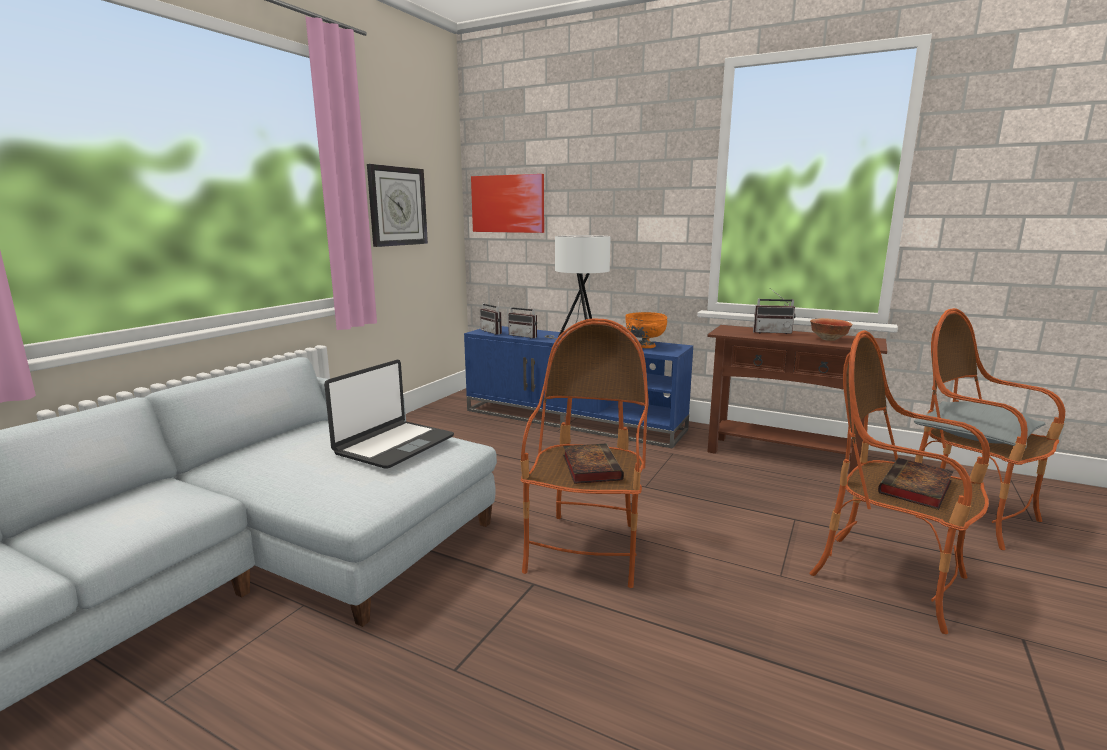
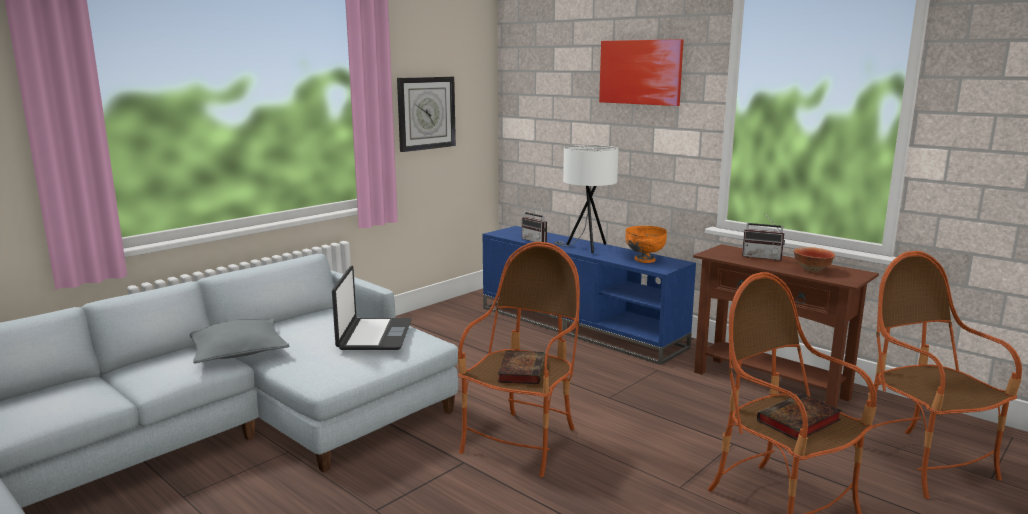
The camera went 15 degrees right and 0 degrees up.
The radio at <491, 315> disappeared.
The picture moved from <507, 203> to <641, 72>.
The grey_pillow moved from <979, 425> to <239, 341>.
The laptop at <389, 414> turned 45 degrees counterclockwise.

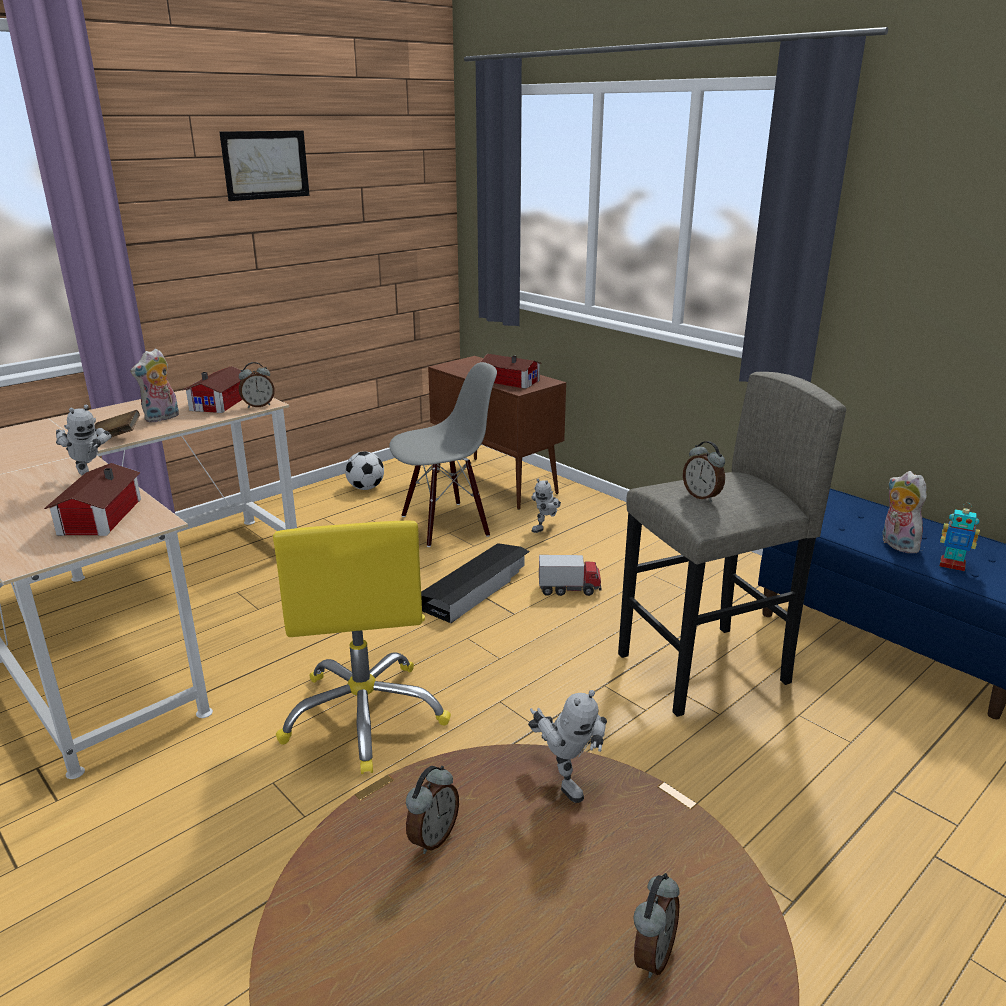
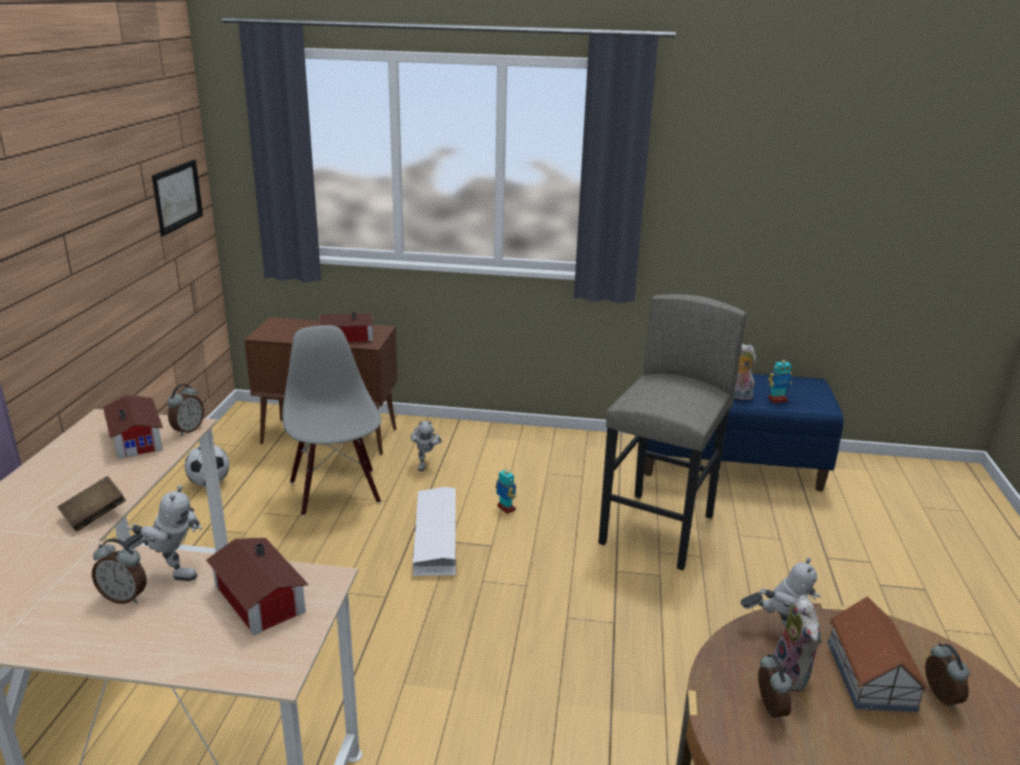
The camera went 40 degrees left and 0 degrees up.
The yellow_office_chair at <362, 647> disappeared.
The toy_house at <878, 654> appeared.
The plush_toy moved from <154, 385> to <797, 643>.
The picture moved from <264, 165> to <177, 197>.
The alarm_clock moved from <704, 471> to <119, 571>.
The toy_truck at <570, 575> was replaced by the toy_robot at <505, 490>.
The black_storage_box at <475, 583> became the white_storage_box at <434, 531>.
The grey_chair at <443, 454> turned 45 degrees counterclockwise.

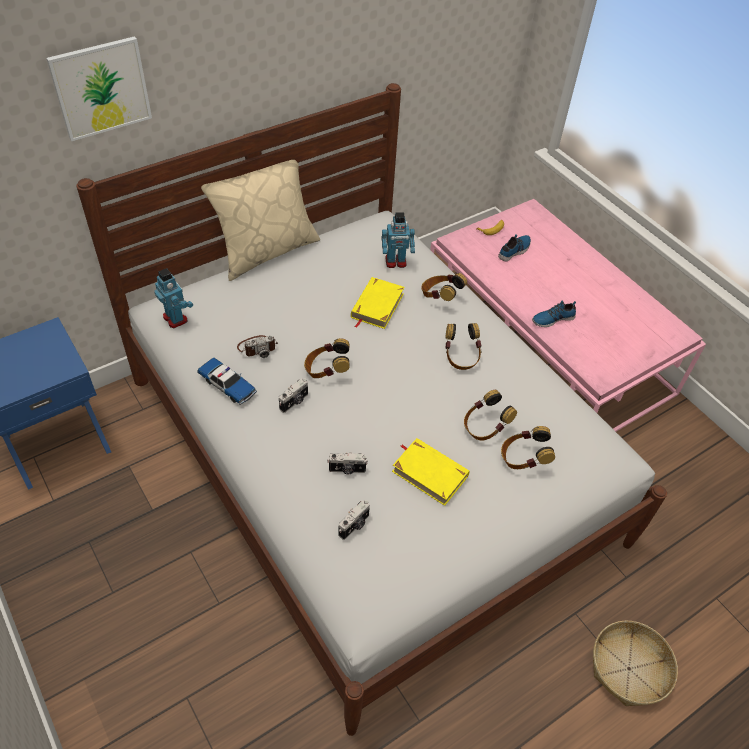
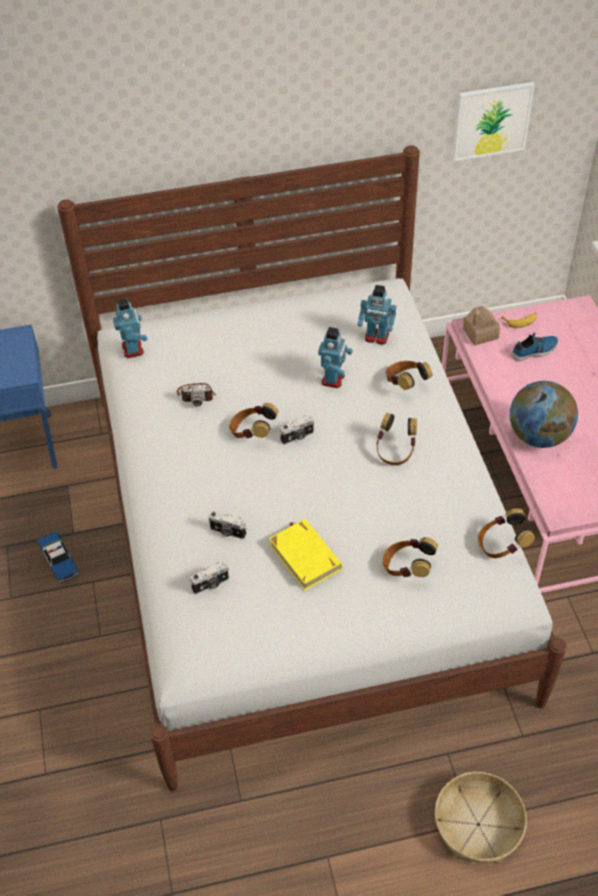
The camera went 25 degrees right and 0 degrees up.
The beige_pillow at <260, 220> disappeared.
The toy_house at <481, 326> appeared.
The picture moved from <99, 89> to <494, 121>.
The toy_car moved from <227, 381> to <58, 557>.
The photo_camera moved from <293, 395> to <297, 430>.
The headphones moved from <490, 415> to <506, 533>.
The yellow_book at <377, 303> was replaced by the toy_robot at <335, 357>.
The shoe at <554, 314> was replaced by the globe at <544, 414>.

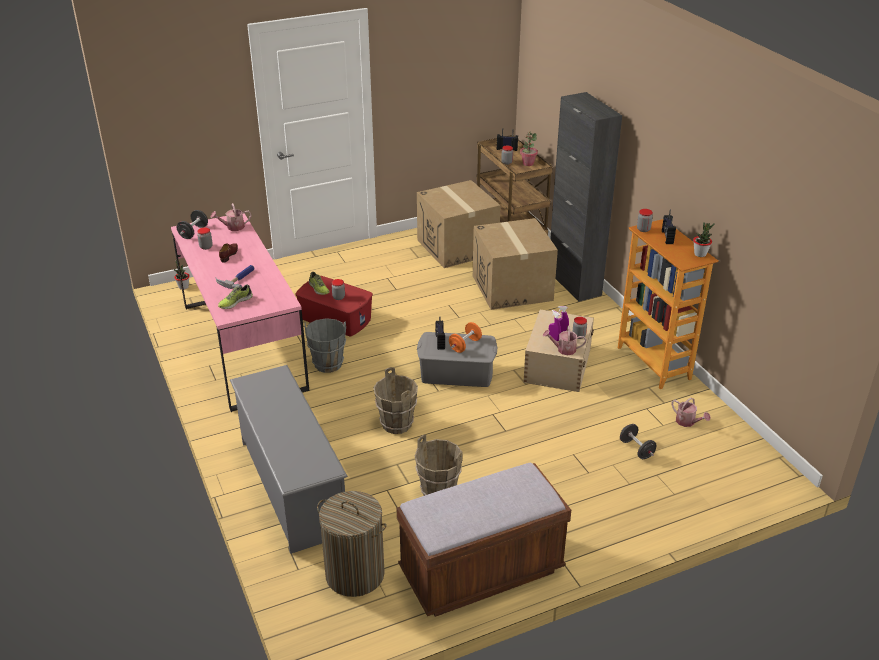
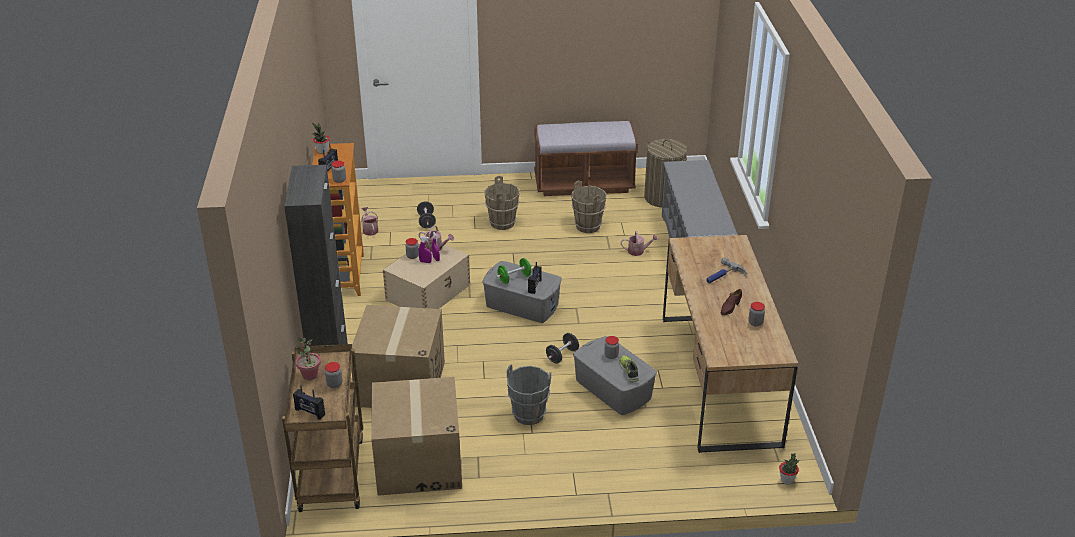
The camera went 160 degrees left and 0 degrees up.
The shoe at <235, 297> disappeared.
The black_dumbbell moved from <192, 224> to <562, 348>.
The watering_can moved from <230, 217> to <639, 243>.
The grey_bucket moved from <325, 345> to <529, 395>.
The brown_bucket moved from <396, 400> to <502, 203>.
The pink_desk at <240, 312> became the brown_desk at <730, 344>.
The red_storage_box at <334, 306> became the grey_storage_box at <615, 375>.
The orange_dumbbell at <465, 337> became the green_dumbbell at <514, 271>.

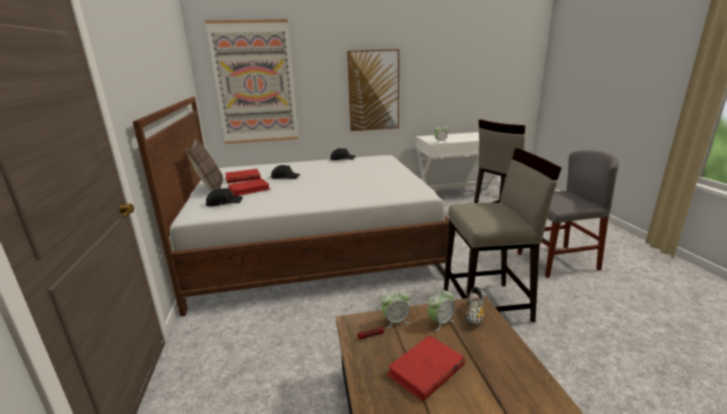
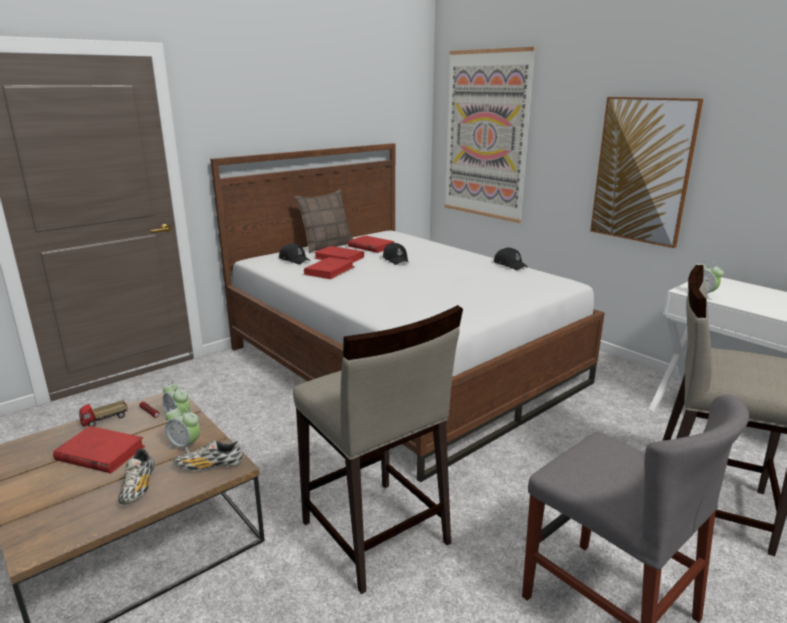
The camera went 60 degrees right and 0 degrees up.
The toy_truck at <103, 413> appeared.
The shoe at <136, 476> appeared.
The red_book at <329, 268> appeared.

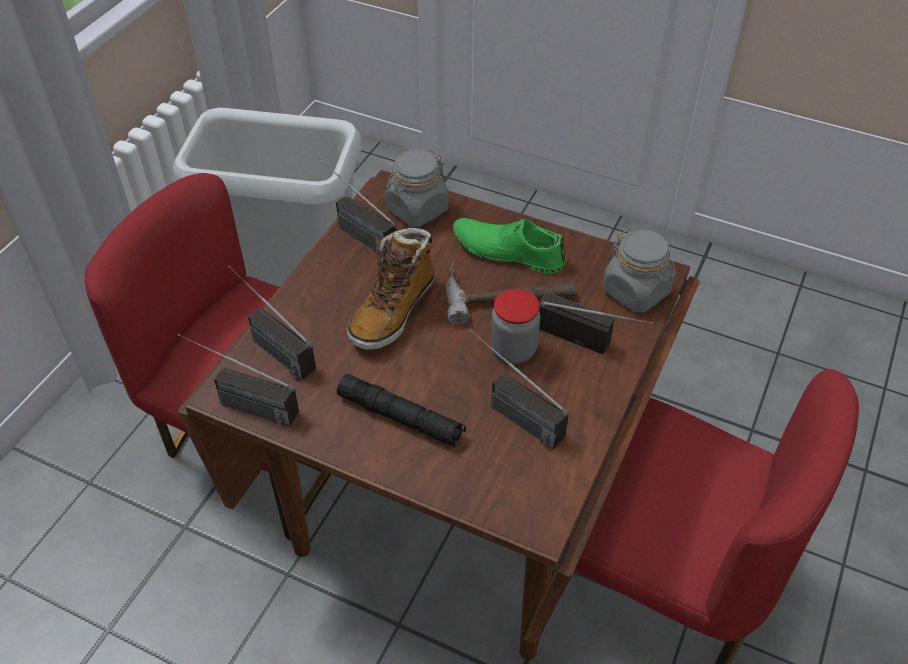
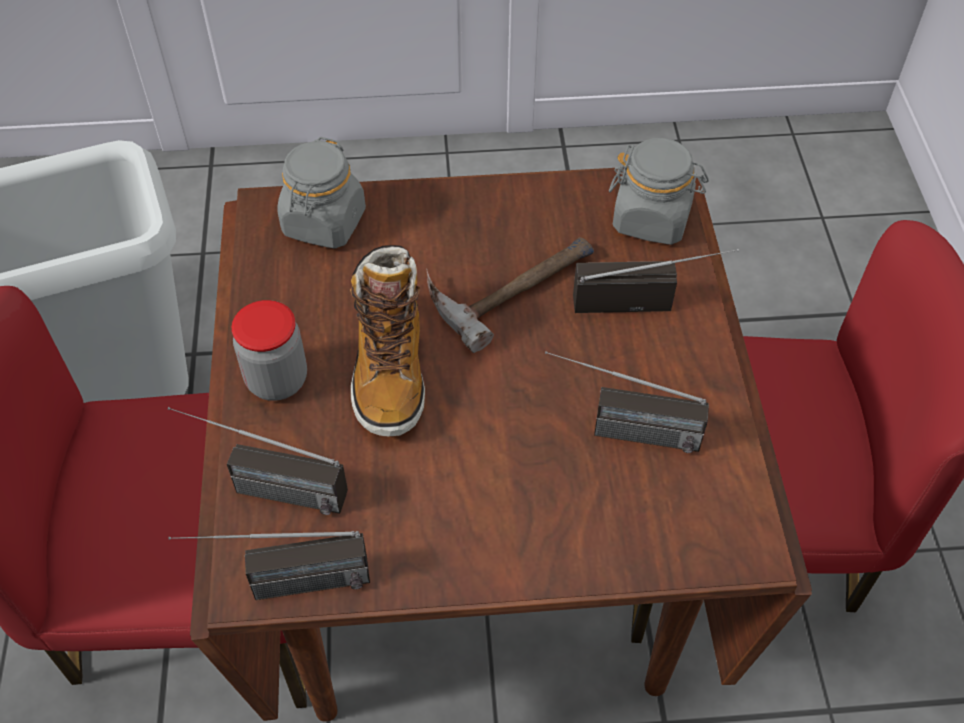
The camera went 30 degrees left and 5 degrees up.
The radio at <357, 206> disappeared.
The black_flashlight at <401, 410> disappeared.
The green_shoe at <509, 246> disappeared.
The jar moved from <515, 326> to <269, 350>.

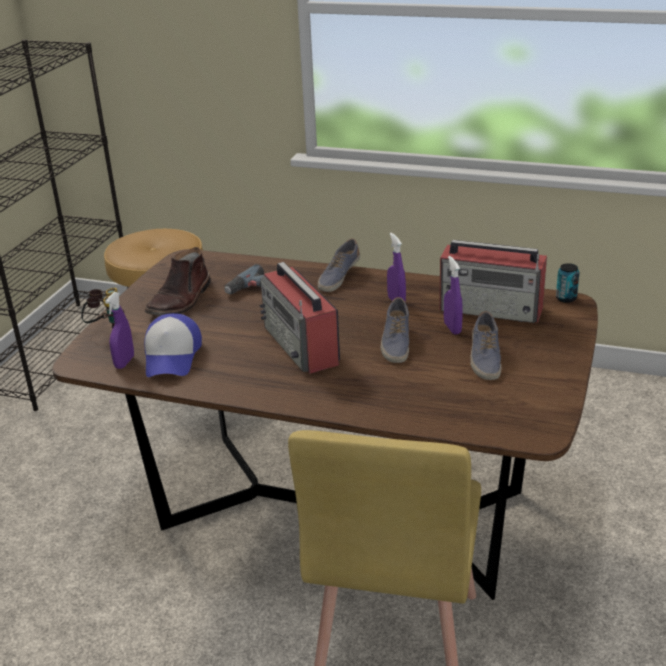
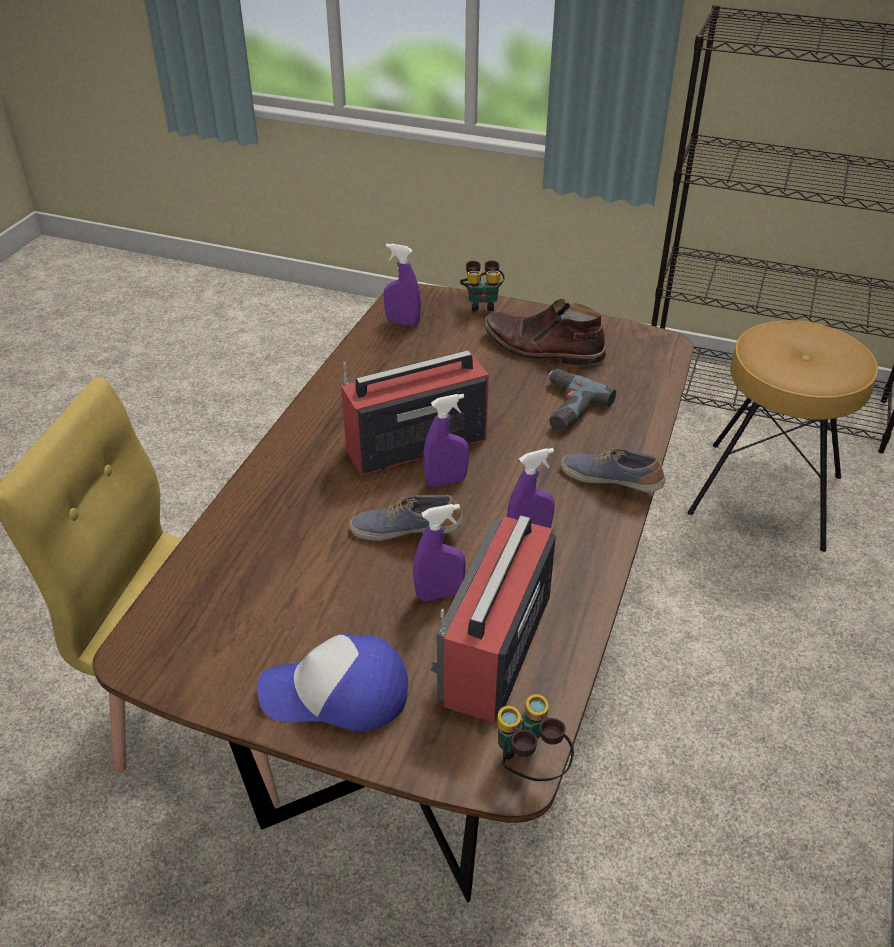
The camera went 90 degrees right and 10 degrees up.
The shoe at <485, 345> disappeared.
The purple_spray_bottle at <446, 440> appeared.
The cap moved from <173, 345> to <332, 682>.
The can at <567, 283> was replaced by the binoculars at <536, 737>.

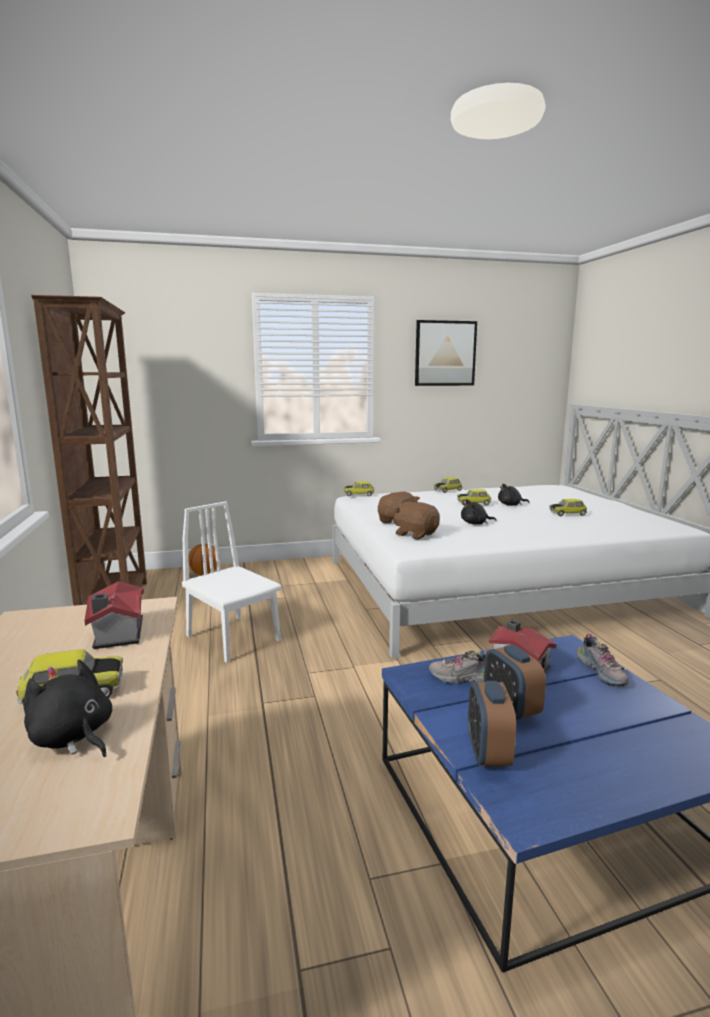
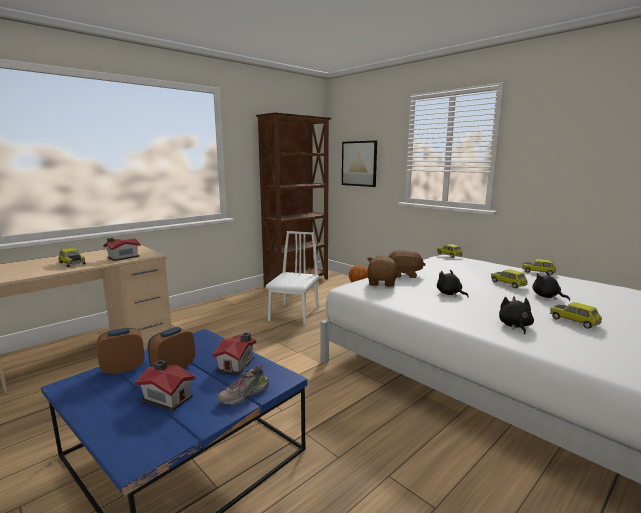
The camera went 60 degrees right and 0 degrees up.
The shoe at <458, 667> disappeared.
The toy_house at <165, 385> appeared.
The black_plush_toy moved from <68, 708> to <516, 315>.
The picture moved from <446, 353> to <359, 163>.

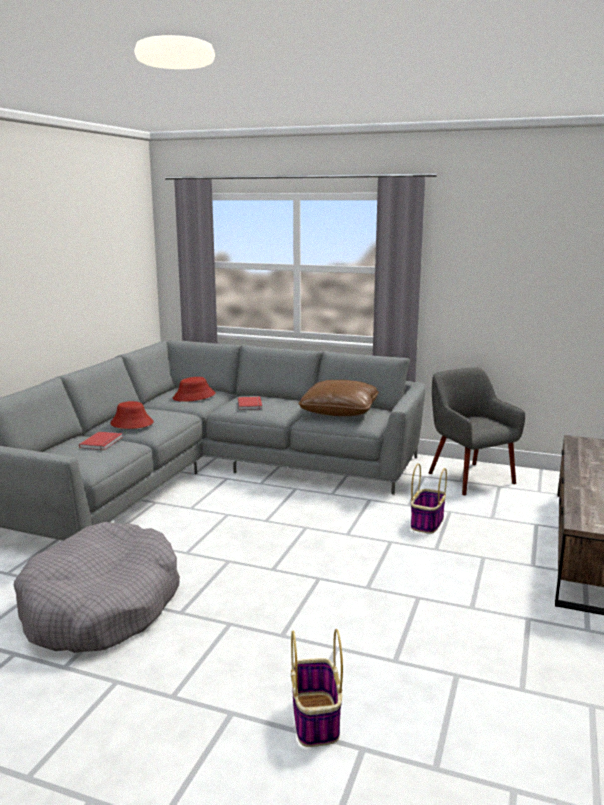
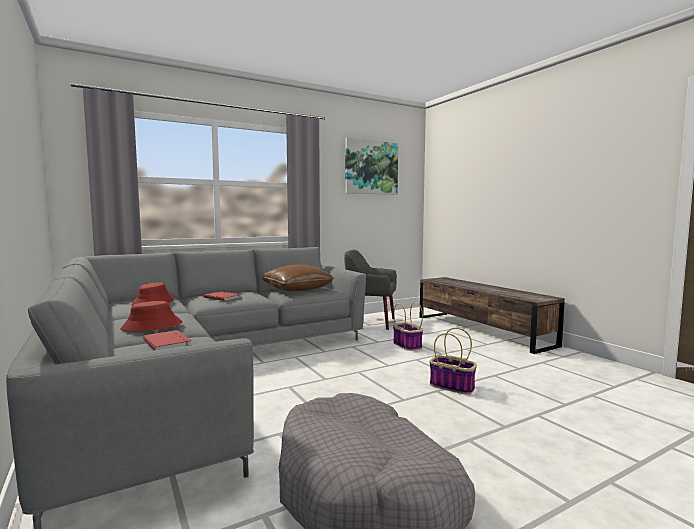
The camera went 50 degrees left and 10 degrees down.
The picture at <371, 166> appeared.
The basket moved from <317, 688> to <453, 361>.

